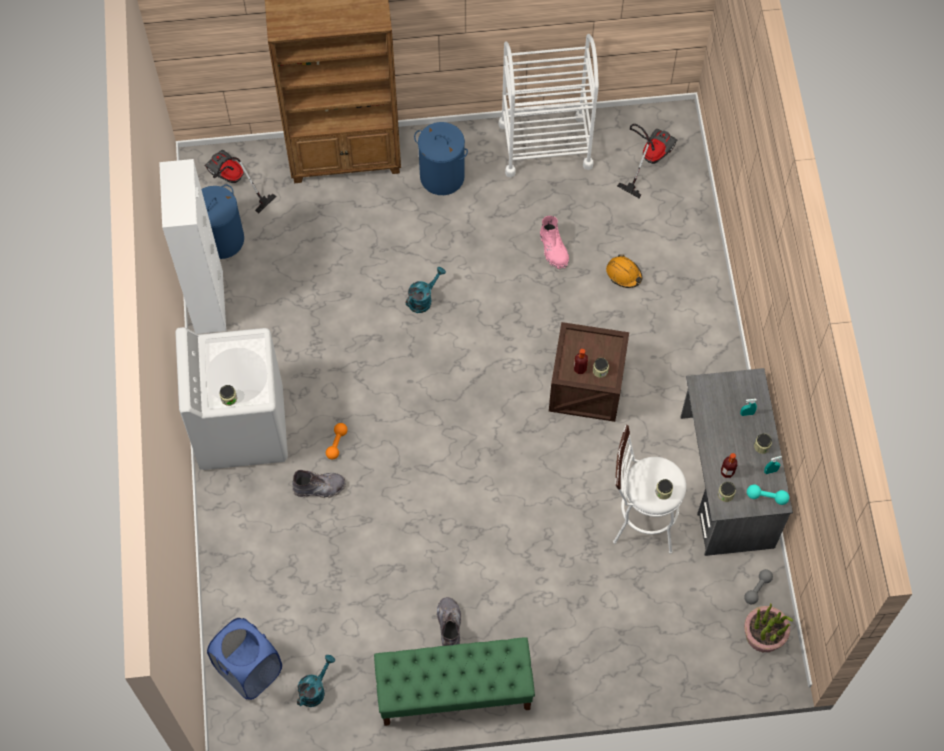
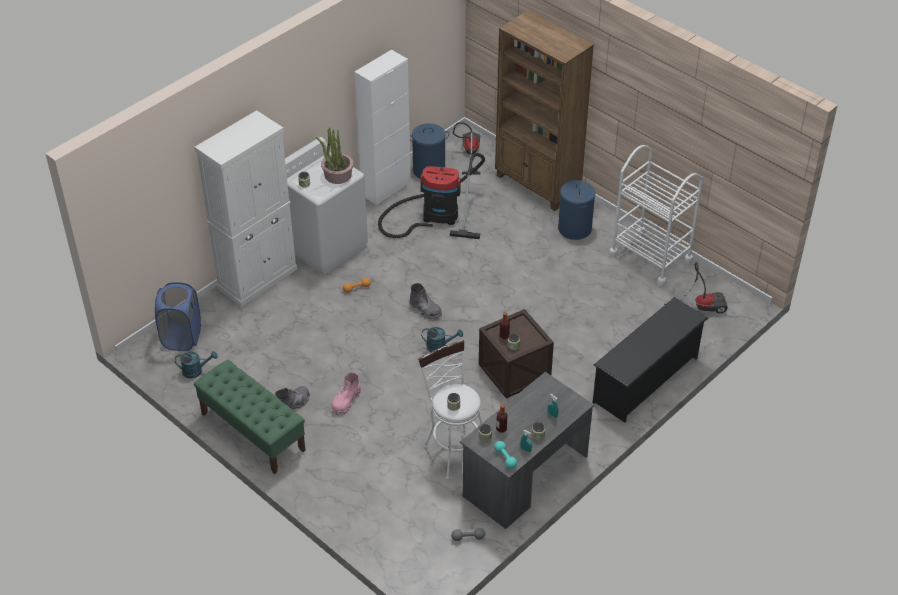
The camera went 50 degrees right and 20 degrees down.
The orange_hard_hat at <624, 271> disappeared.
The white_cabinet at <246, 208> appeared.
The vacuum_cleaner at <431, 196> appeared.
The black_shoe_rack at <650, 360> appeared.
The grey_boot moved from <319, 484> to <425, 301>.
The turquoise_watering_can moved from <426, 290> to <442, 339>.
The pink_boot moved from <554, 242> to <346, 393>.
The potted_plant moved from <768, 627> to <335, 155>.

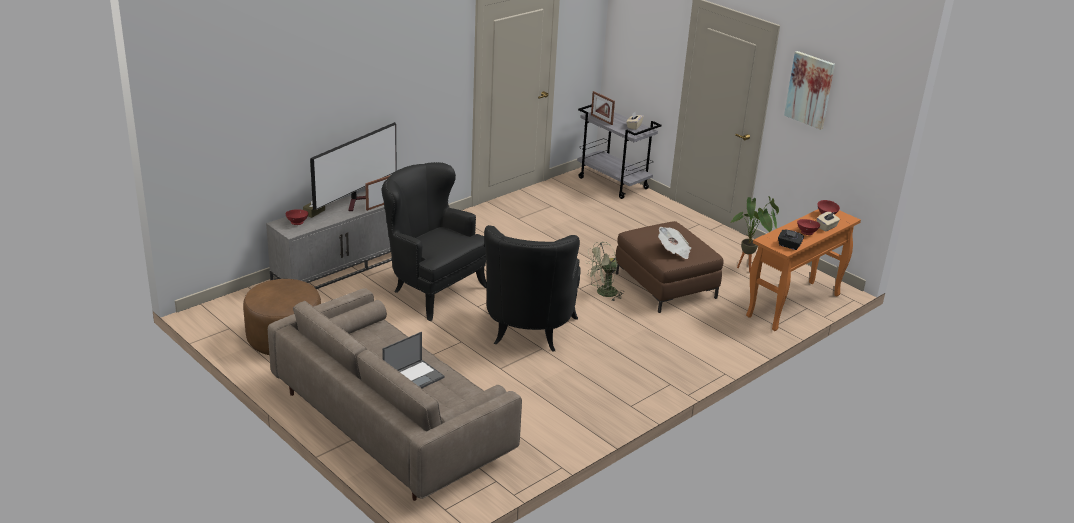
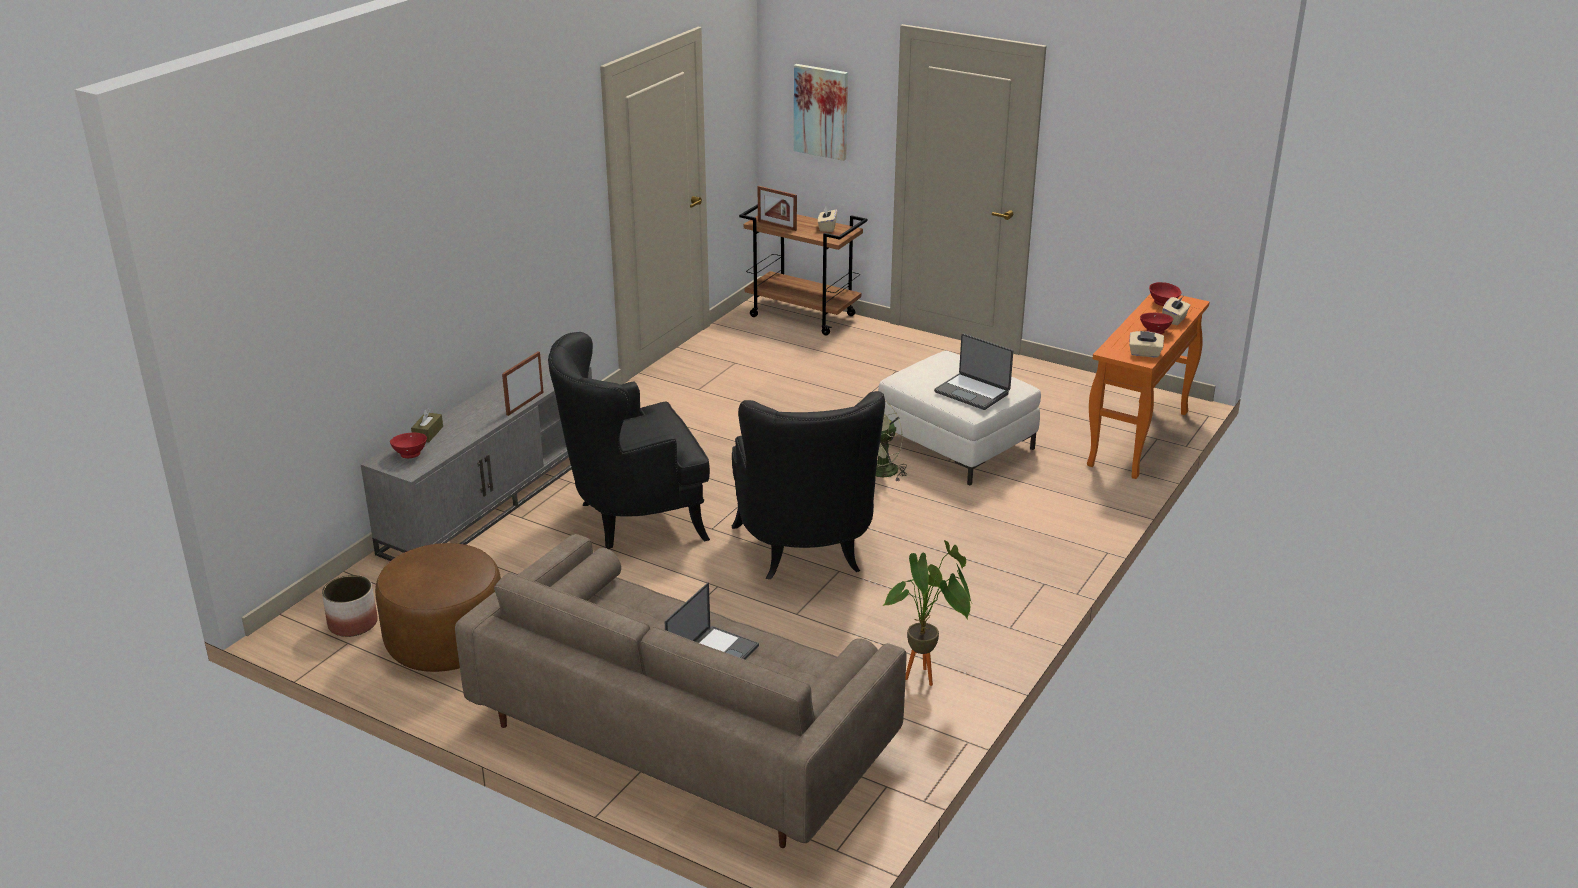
The camera went 15 degrees left and 0 degrees up.
The television at <353, 166> disappeared.
The planter at <350, 606> appeared.
The potted_plant moved from <754, 234> to <927, 613>.
The picture moved from <809, 90> to <821, 112>.
The newspaper at <674, 243> was replaced by the laptop at <973, 371>.
The grey_cart at <619, 151> became the brown_cart at <803, 270>.
The brown_ottoman at <669, 267> became the white_ottoman at <959, 418>.
The black_tissue_box at <791, 240> became the beige_tissue_box at <1146, 344>.
The black_armchair at <434, 241> turned 45 degrees counterclockwise.

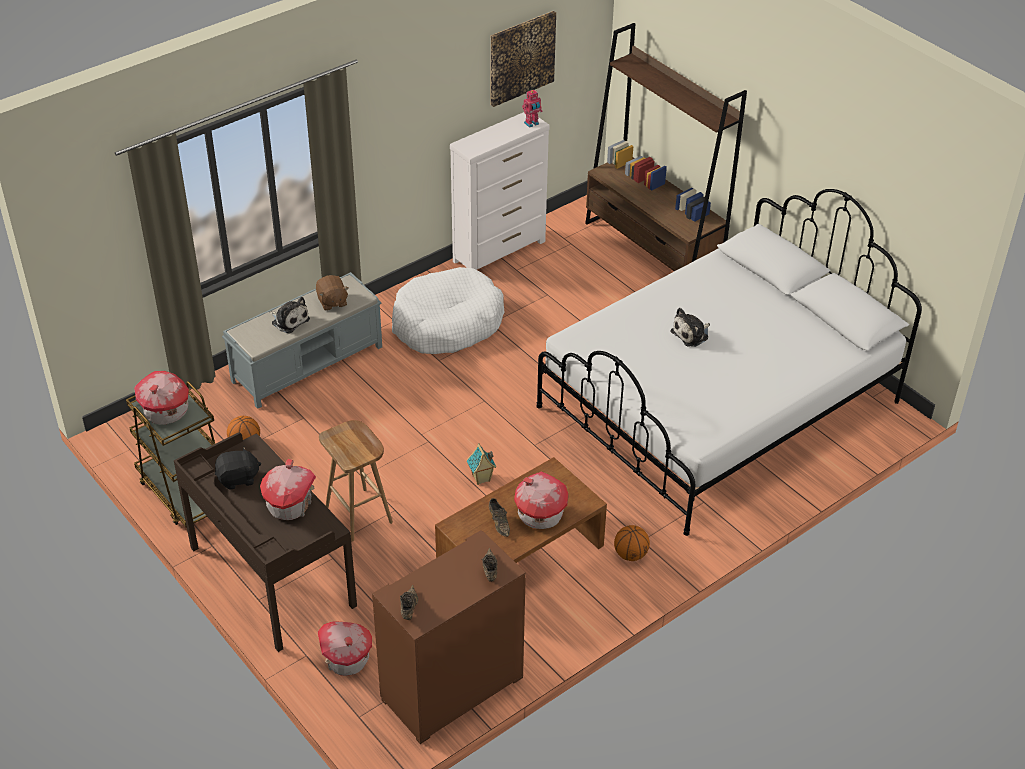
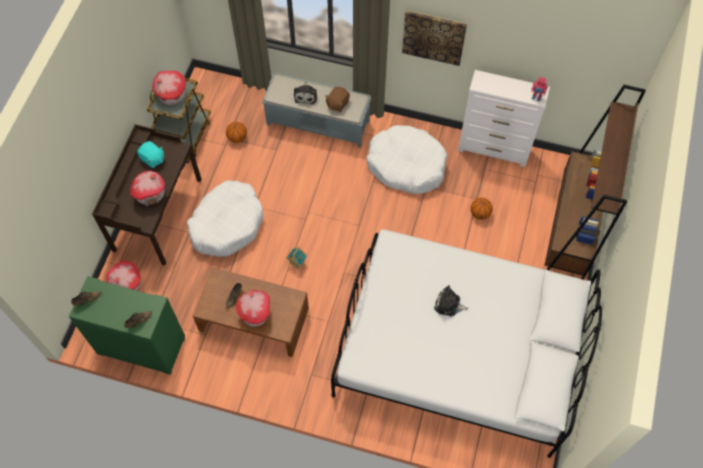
The camera went 55 degrees right and 20 degrees up.
The picture moved from <523, 59> to <434, 38>.
The basketball moved from <632, 543> to <481, 209>.
The brown_stool at <356, 481> was replaced by the white_dog_bed at <225, 218>.
The black_plush_toy at <238, 468> became the turquoise_plush_toy at <150, 154>.
The brown_cabinet at <449, 637> became the green_cabinet at <127, 325>.

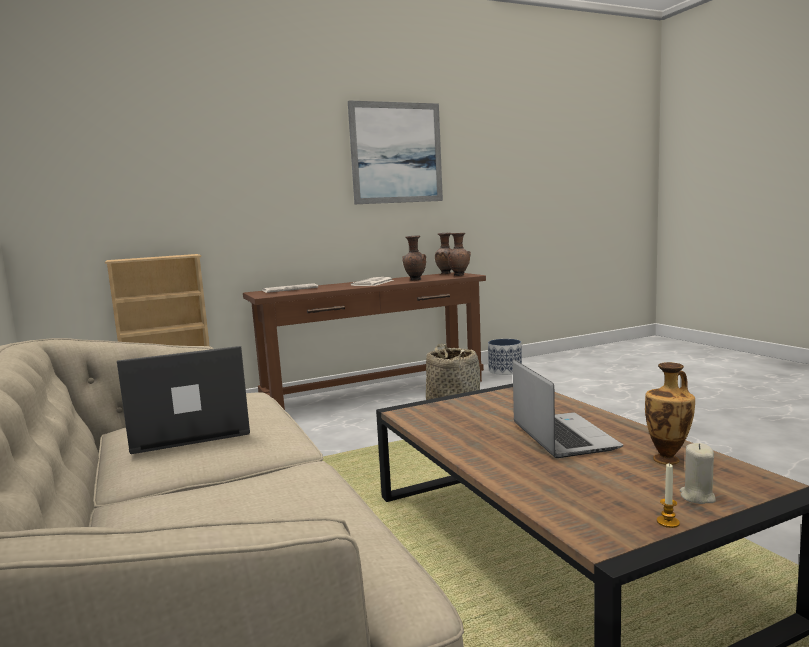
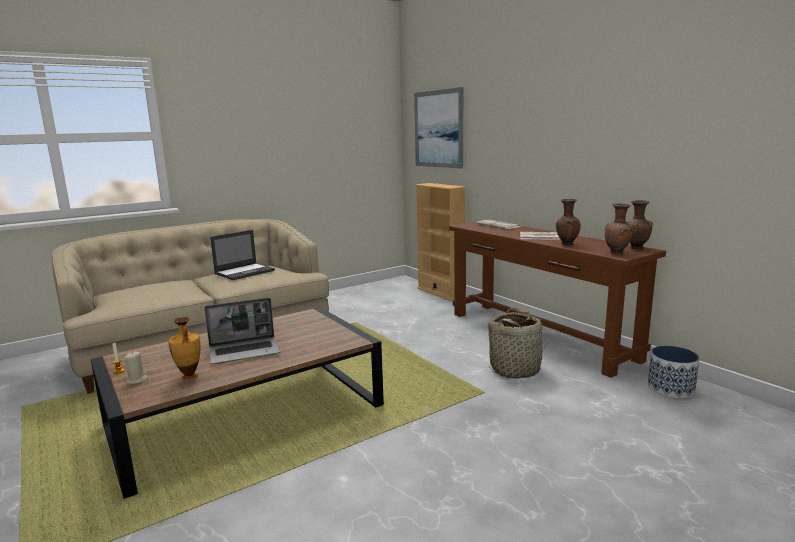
The camera went 80 degrees right and 5 degrees up.
The picture moved from <395, 152> to <438, 128>.
The laptop at <183, 400> turned 75 degrees clockwise.

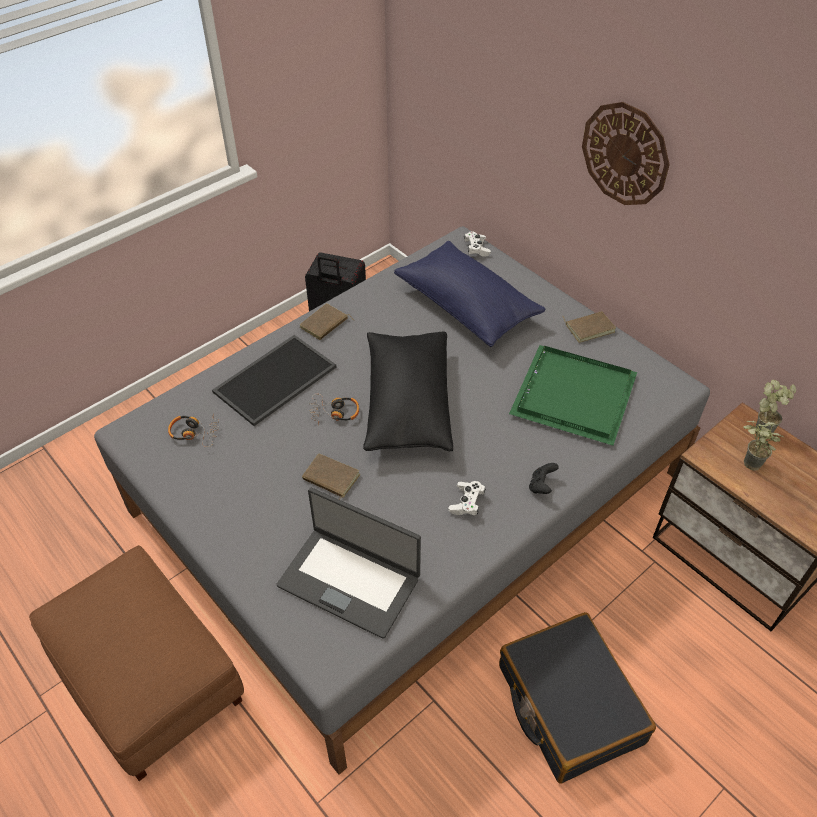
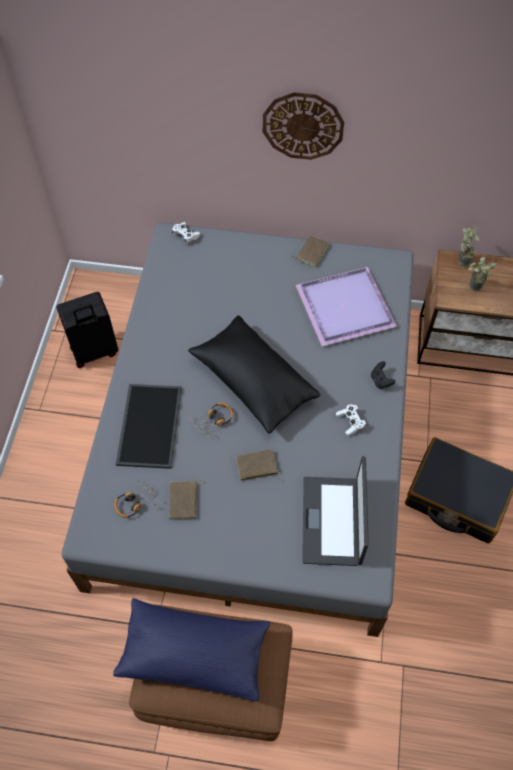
The camera went 40 degrees left and 10 degrees up.
The brown_book moved from <327, 321> to <187, 499>.
The blue_pillow moved from <470, 294> to <191, 649>.
The green_tray at <573, 395> became the purple_tray at <346, 306>.
The laptop at <349, 563> turned 105 degrees clockwise.

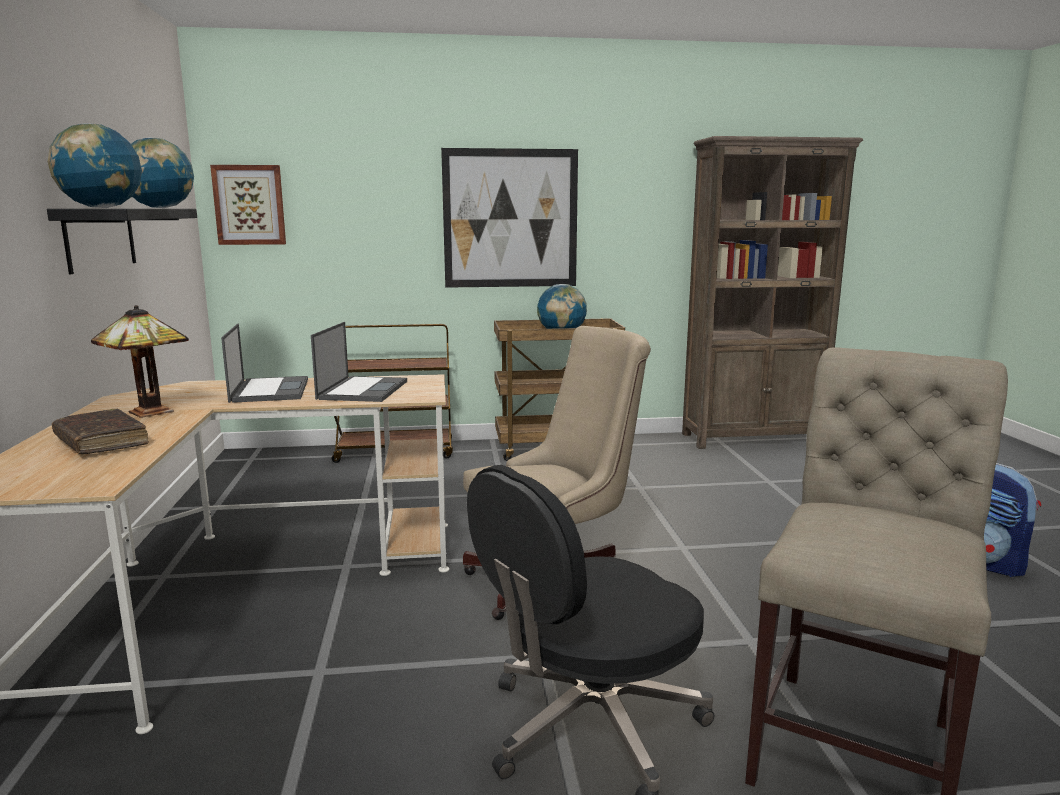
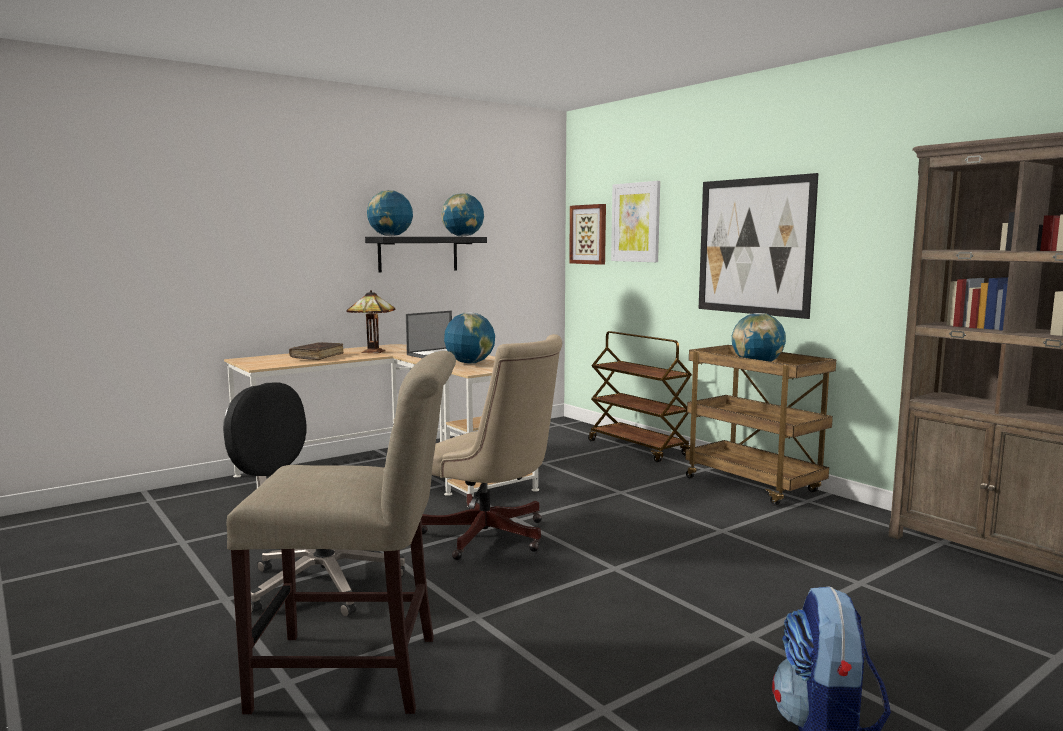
The camera went 60 degrees right and 5 degrees down.
The picture at <635, 221> appeared.
The laptop at <359, 362> was replaced by the globe at <469, 337>.

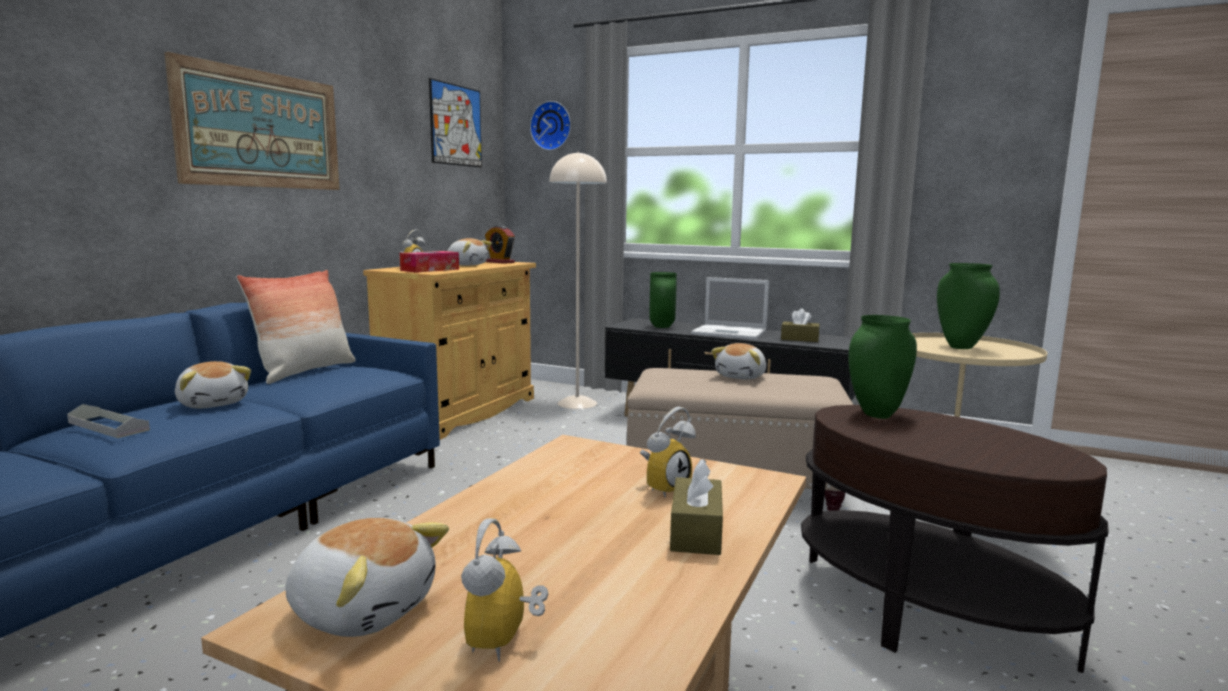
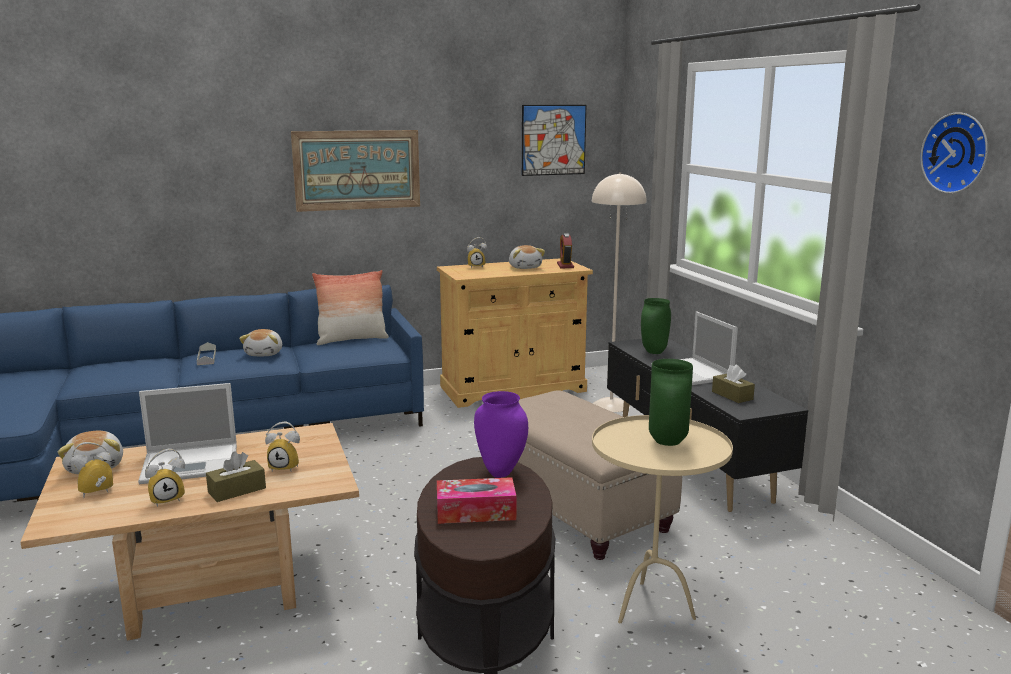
The camera went 45 degrees right and 5 degrees up.
The plush_toy at <738, 361> disappeared.
The laptop at <187, 433> appeared.
The alarm_clock at <165, 477> appeared.
The tissue_box moved from <429, 262> to <476, 500>.
The wall_clock moved from <550, 125> to <954, 153>.
The green_vase at <882, 367> became the purple_vase at <501, 434>.

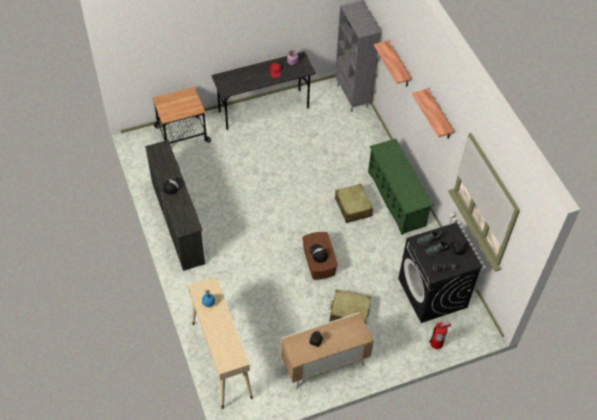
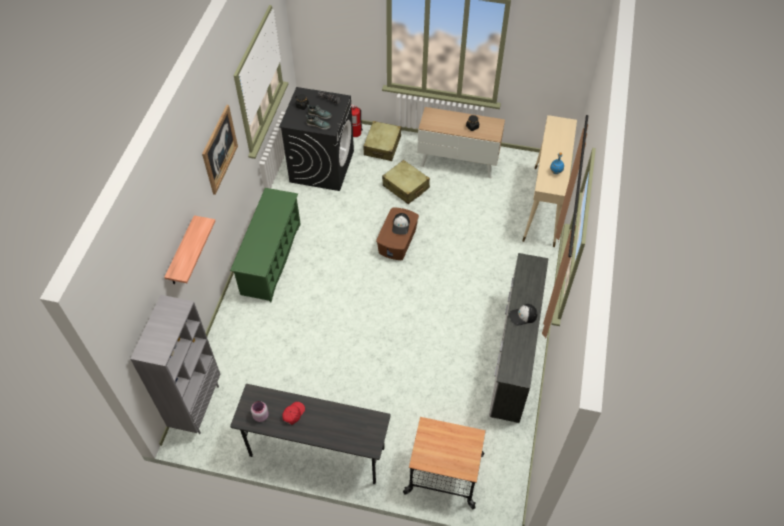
The camera went 145 degrees left and 0 degrees up.
The beige_suitcase moved from <354, 203> to <382, 141>.
The shelf at <433, 114> was replaced by the picture at <220, 150>.

